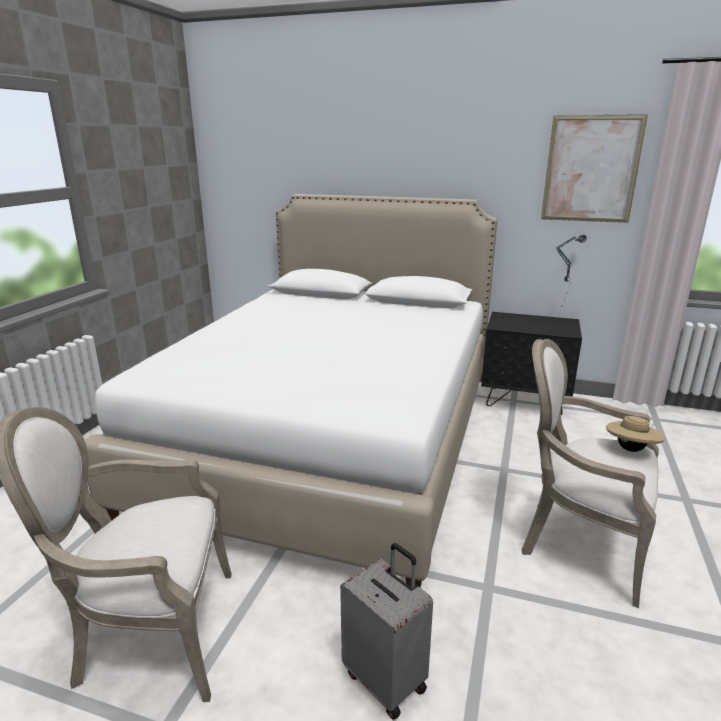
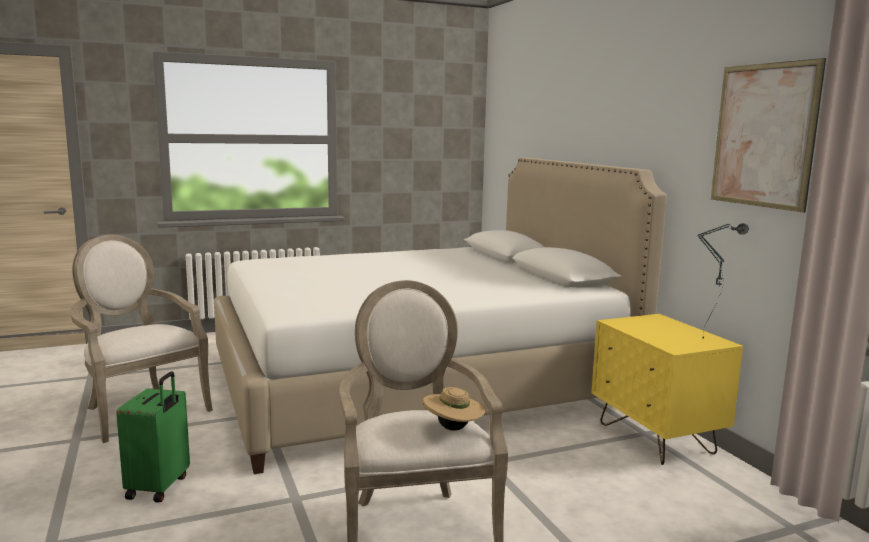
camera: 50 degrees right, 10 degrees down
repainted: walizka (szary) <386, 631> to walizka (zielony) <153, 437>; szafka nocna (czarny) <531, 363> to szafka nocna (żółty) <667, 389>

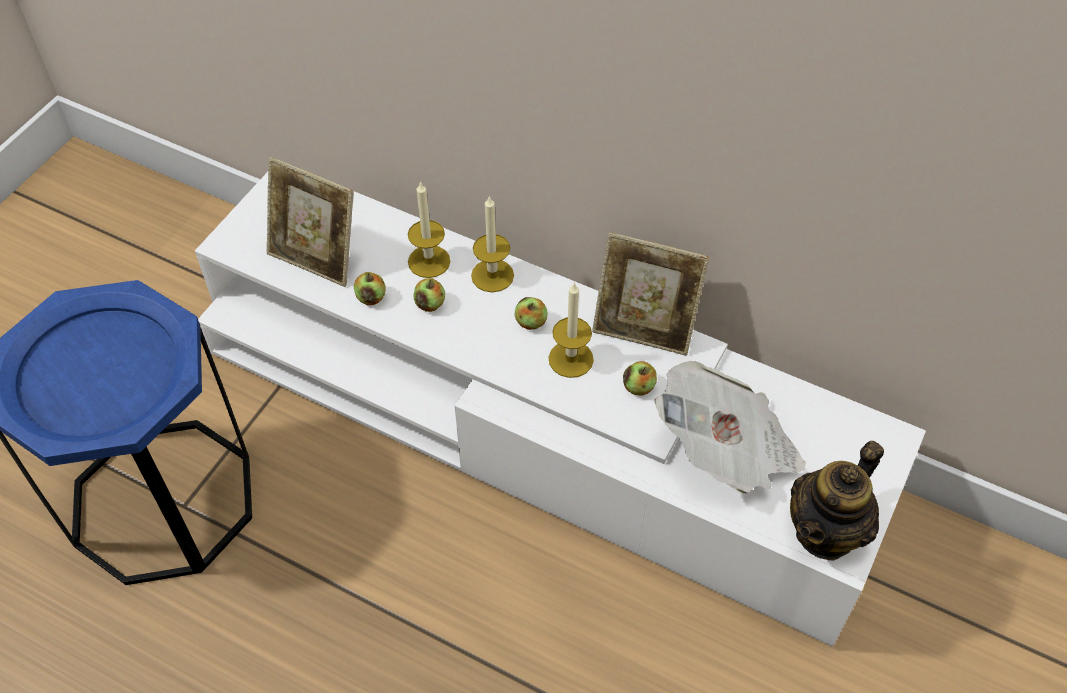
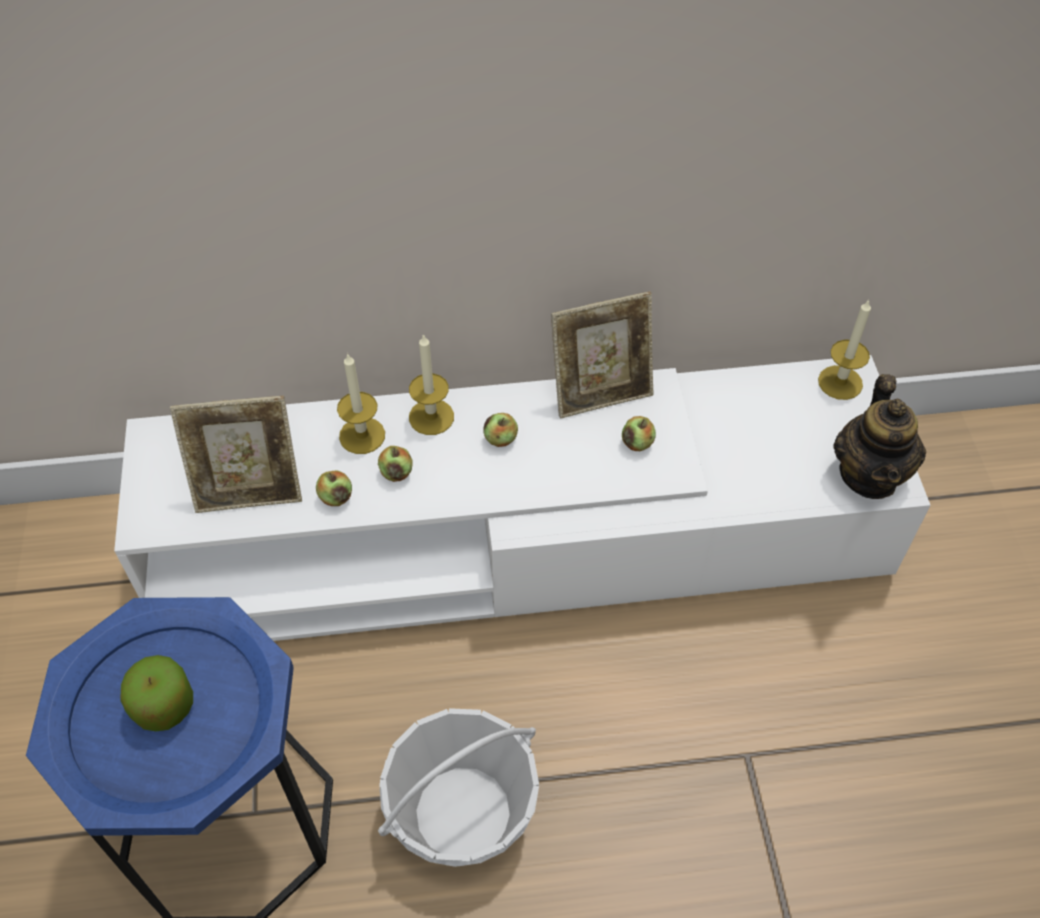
camera: 35 degrees left, 0 degrees up
gone: gazeta <730, 427>
new: jabłko <157, 693>; koszyk <458, 787>
shifted: świeca <571, 330> to <844, 349>

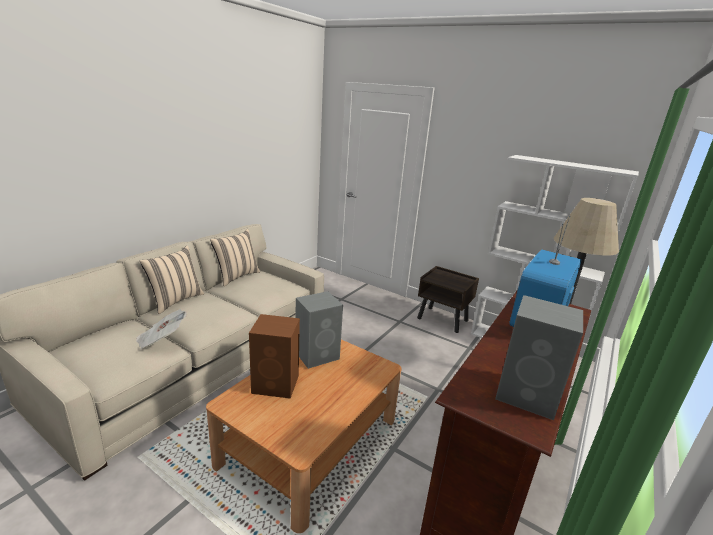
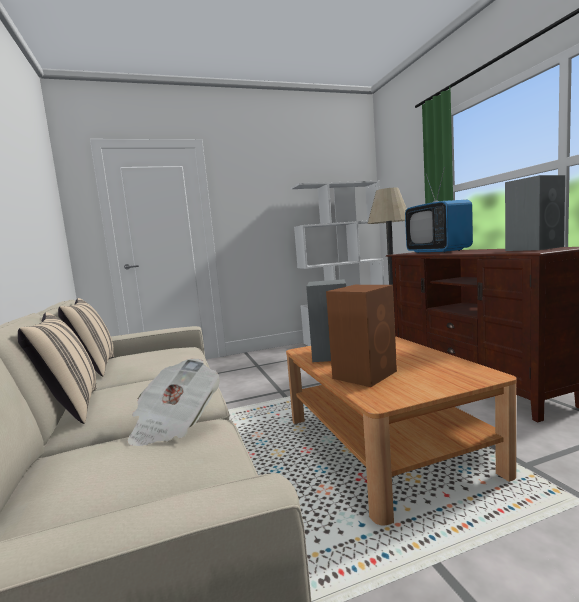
camera: 50 degrees left, 15 degrees down
gone: szafka nocna (brązowy) <448, 299>

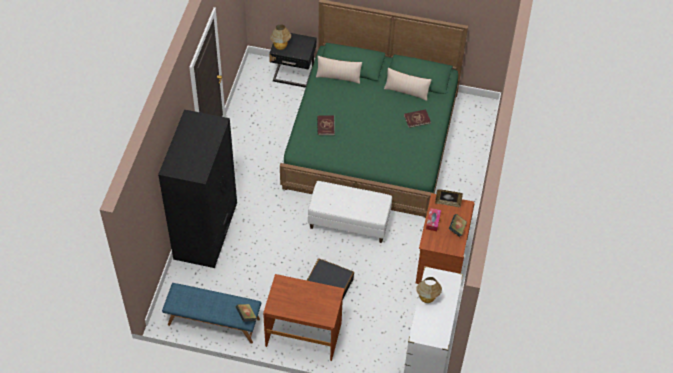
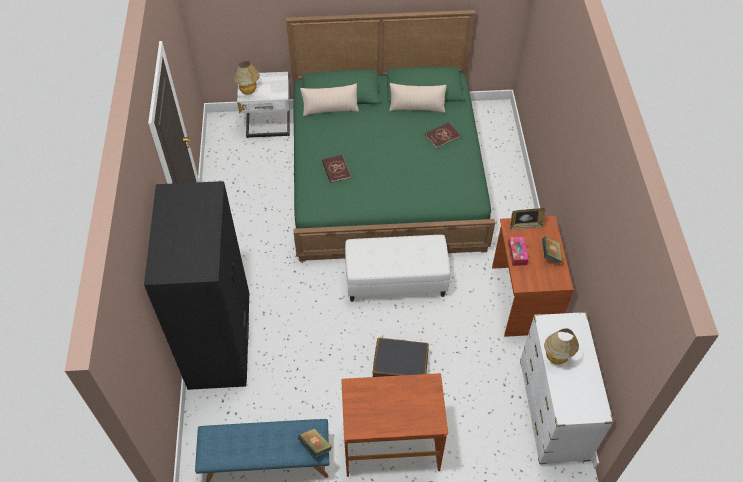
camera: 15 degrees left, 0 degrees up
repainted: szafka nocna (czarny) <292, 60> to szafka nocna (biały) <263, 105>

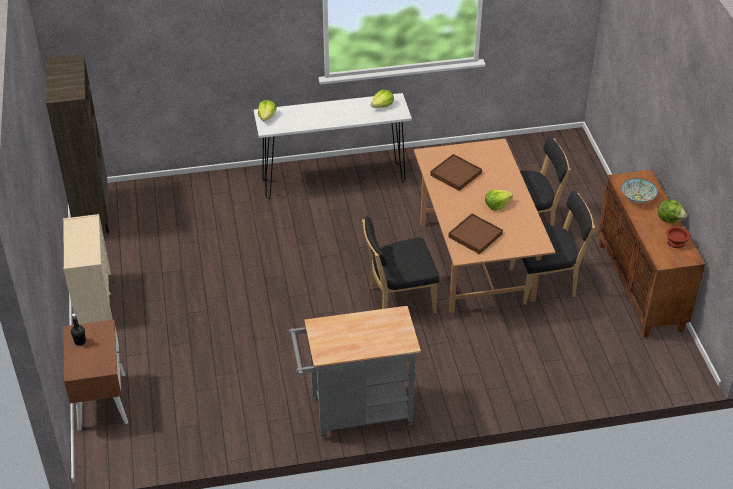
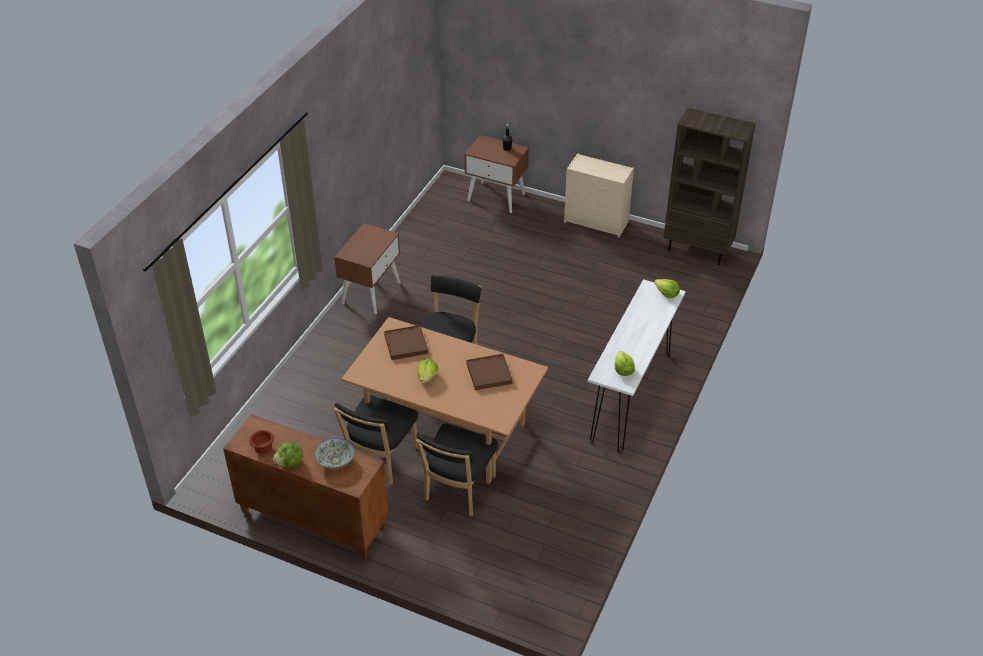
camera: 125 degrees right, 0 degrees up
swapped: wózek (szary) <355, 372> to szafka nocna (brązowy) <367, 268>

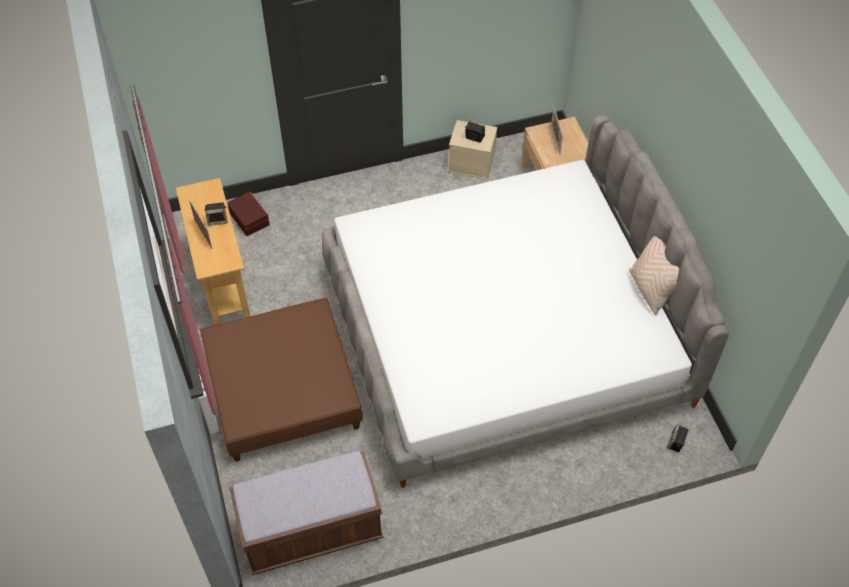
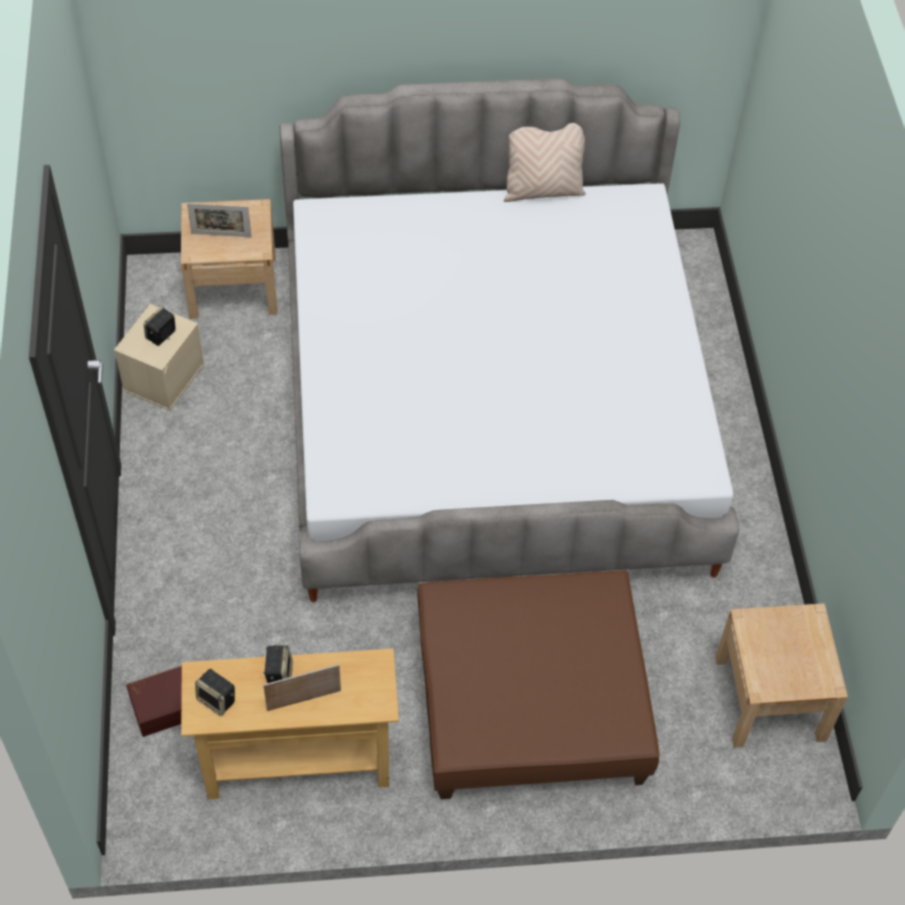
camera: 80 degrees left, 0 degrees up
shifted: głośnik <678, 438> to <215, 692>
swapped: ławka (brązowy) <306, 513> to szafka nocna (beżowy) <781, 675>

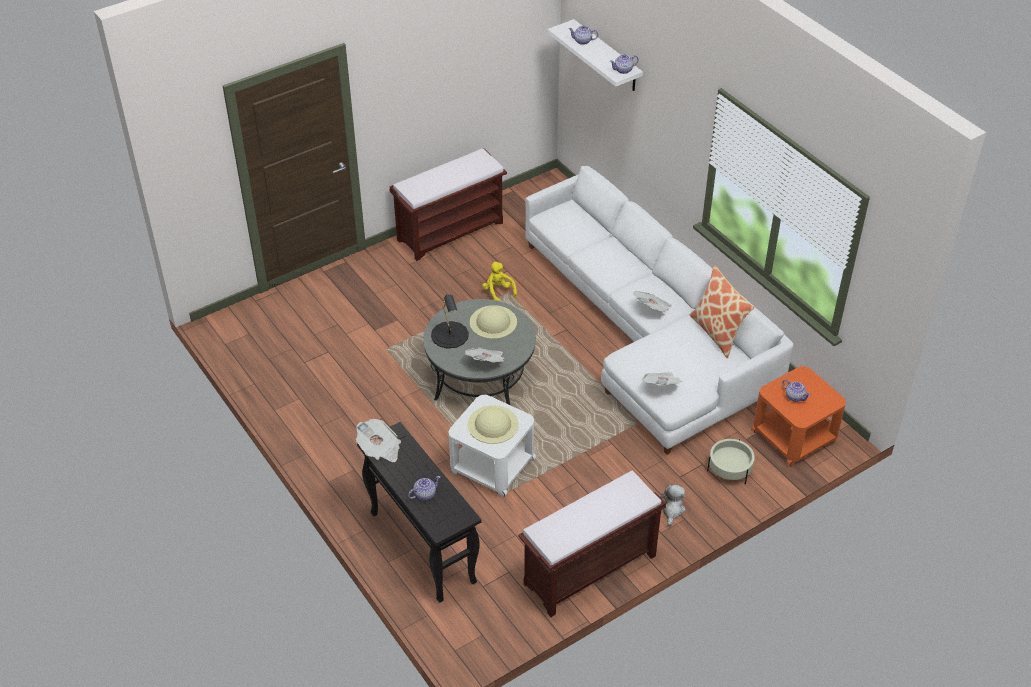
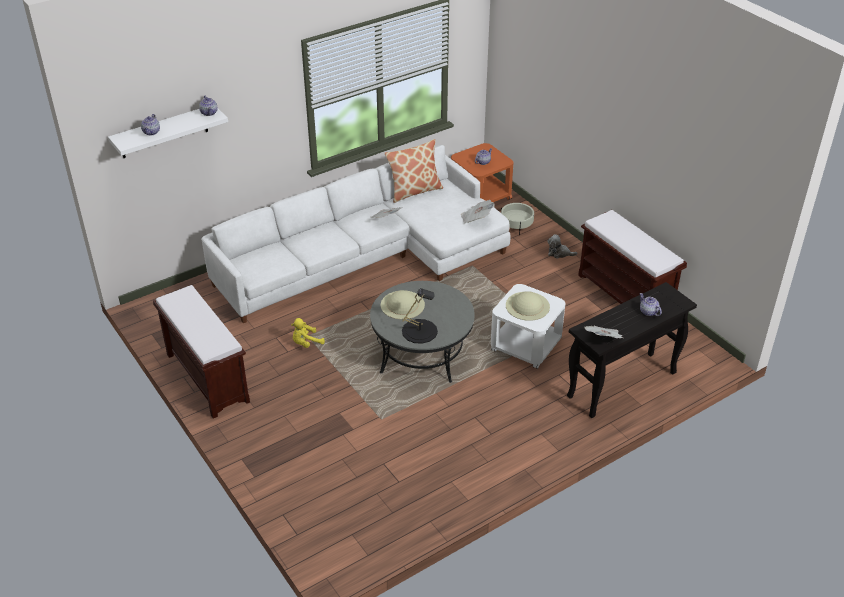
camera: 90 degrees left, 5 degrees down
gone: gazeta <484, 355>

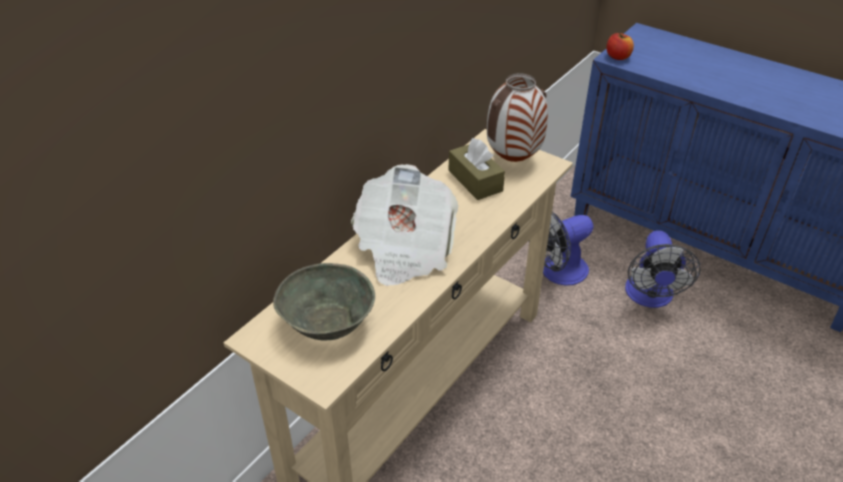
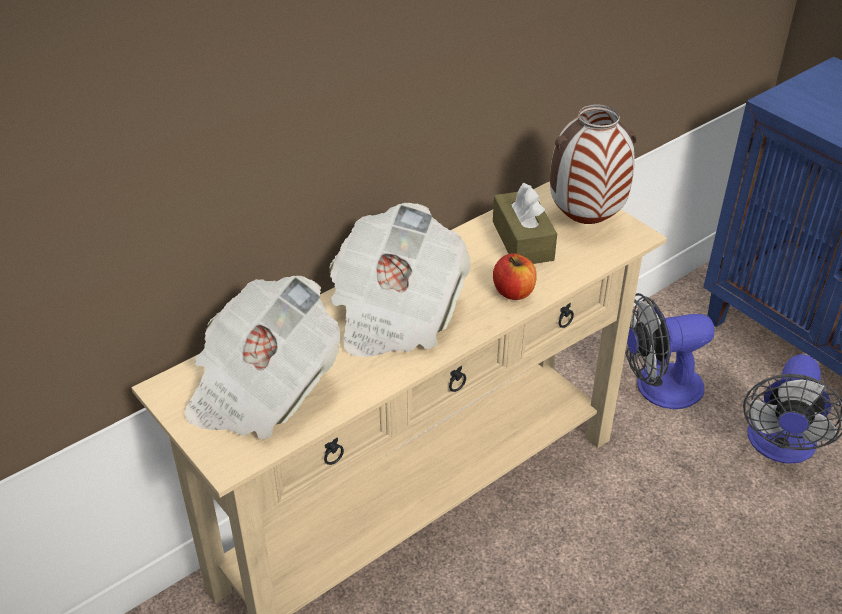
camera: 15 degrees right, 0 degrees up
shifted: jabłko <620, 46> to <515, 276>
swapped: miska (szary) <324, 302> to gazeta <262, 357>

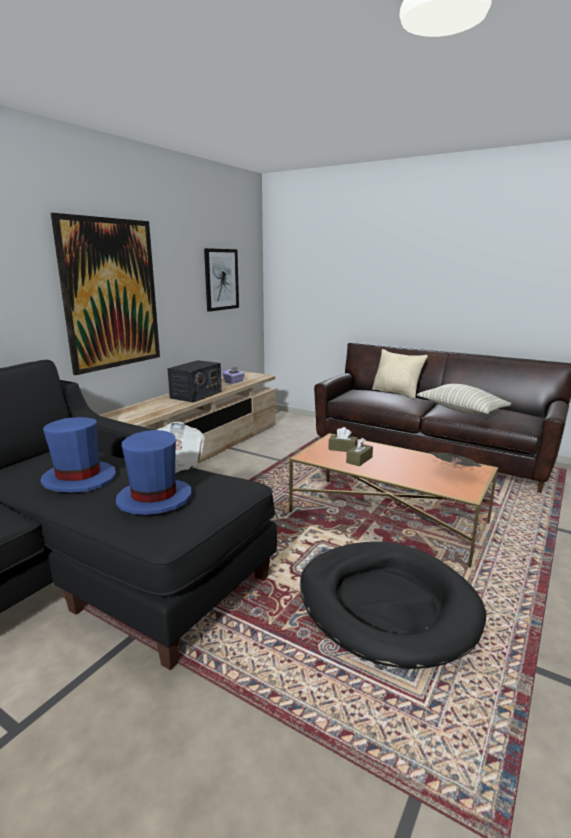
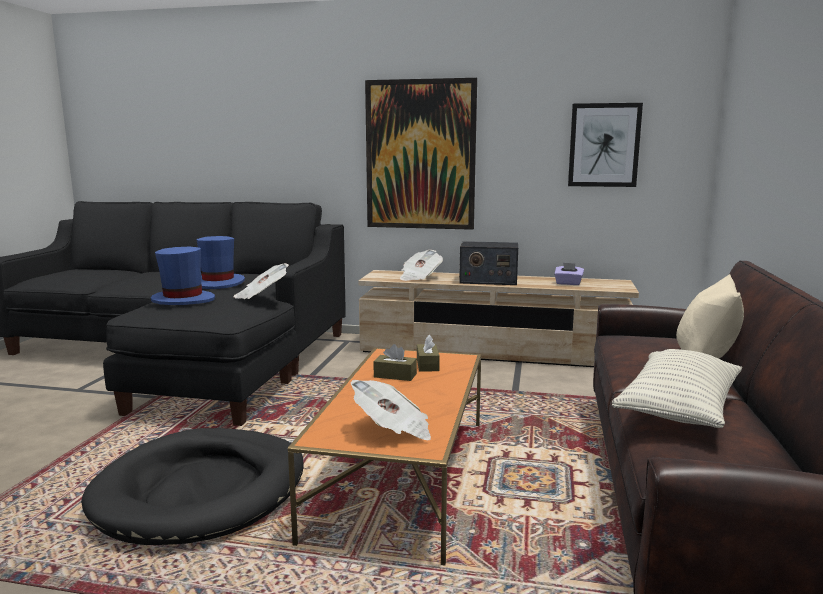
camera: 70 degrees right, 5 degrees down
new: gazeta <421, 265>

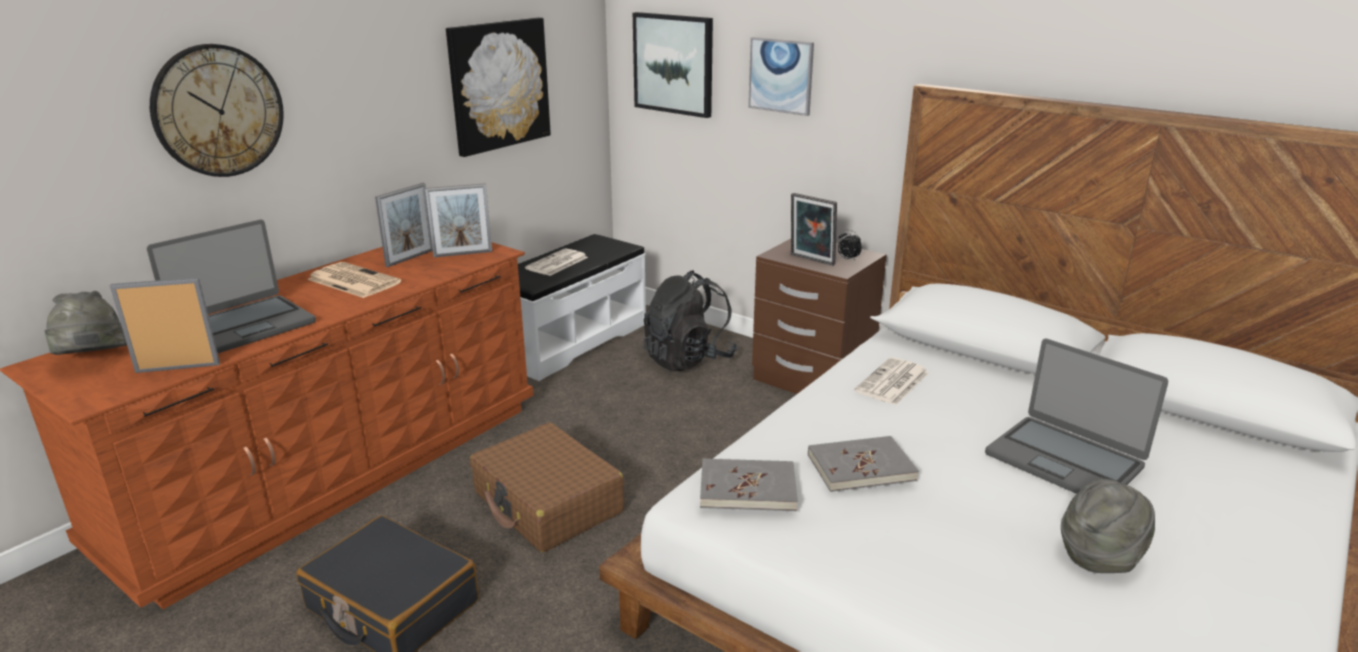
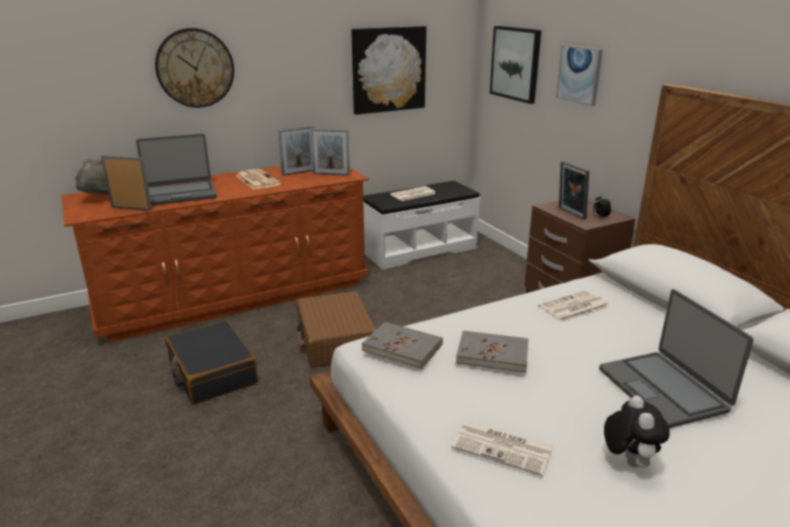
camera: 25 degrees right, 0 degrees up
gone: plecak (czarny) <690, 320>
new: gazeta <502, 448>
swapped: kapelusz (szary) <1108, 526> to pluszak <637, 431>

